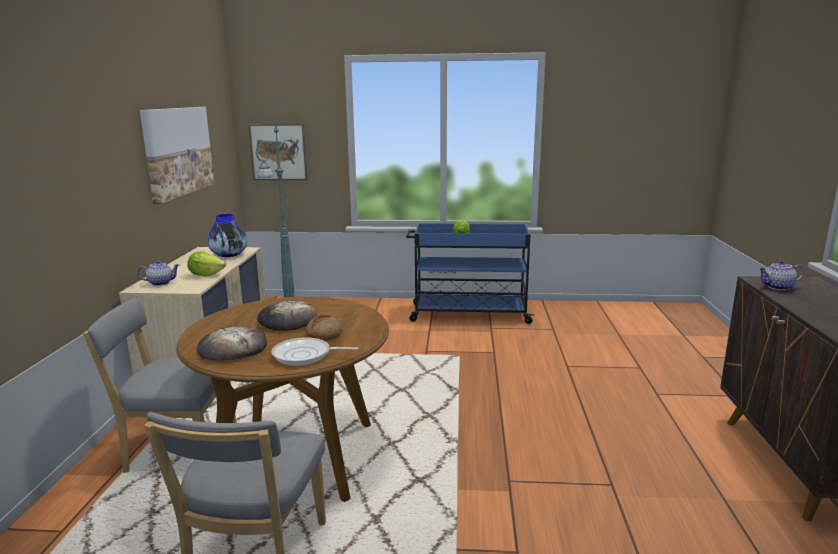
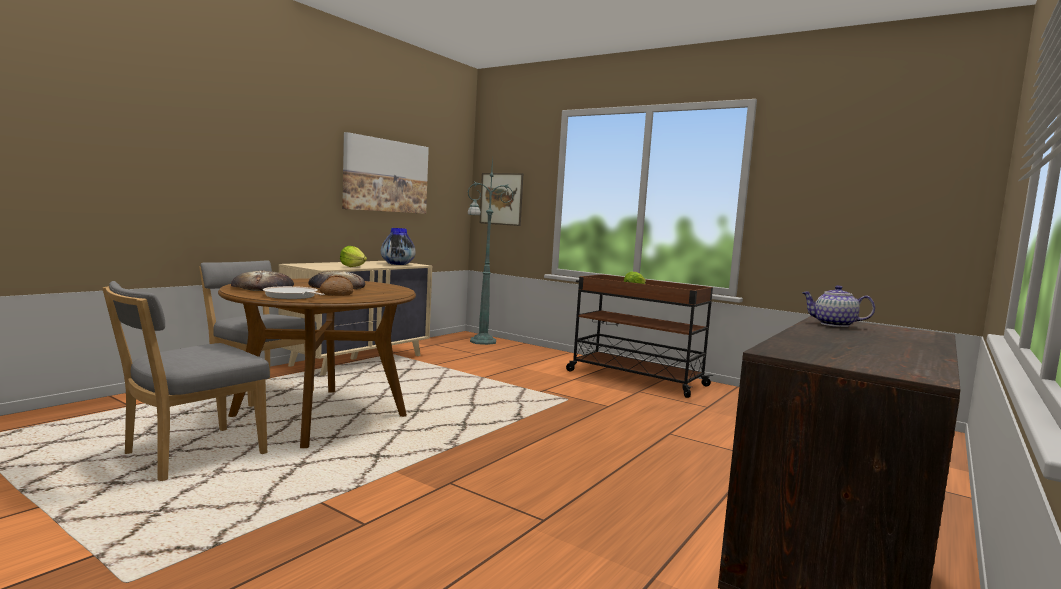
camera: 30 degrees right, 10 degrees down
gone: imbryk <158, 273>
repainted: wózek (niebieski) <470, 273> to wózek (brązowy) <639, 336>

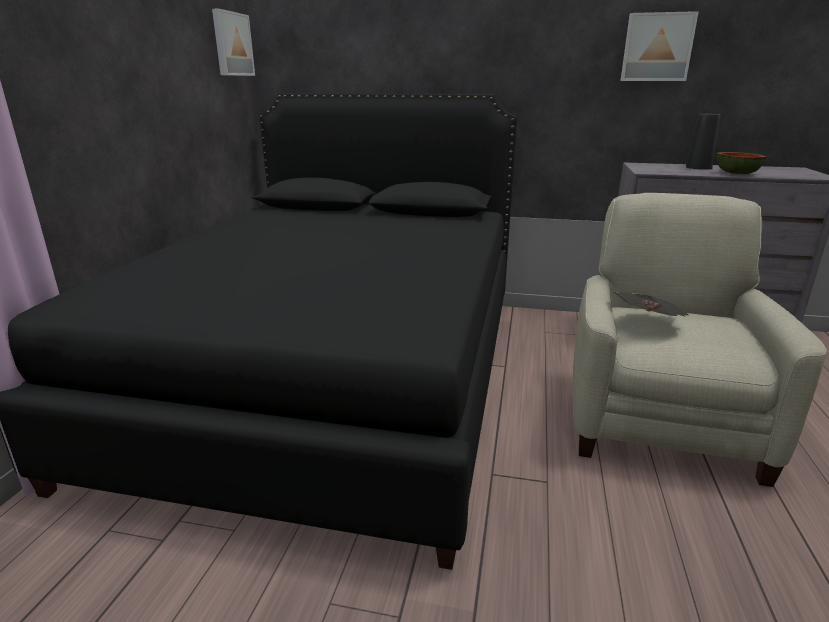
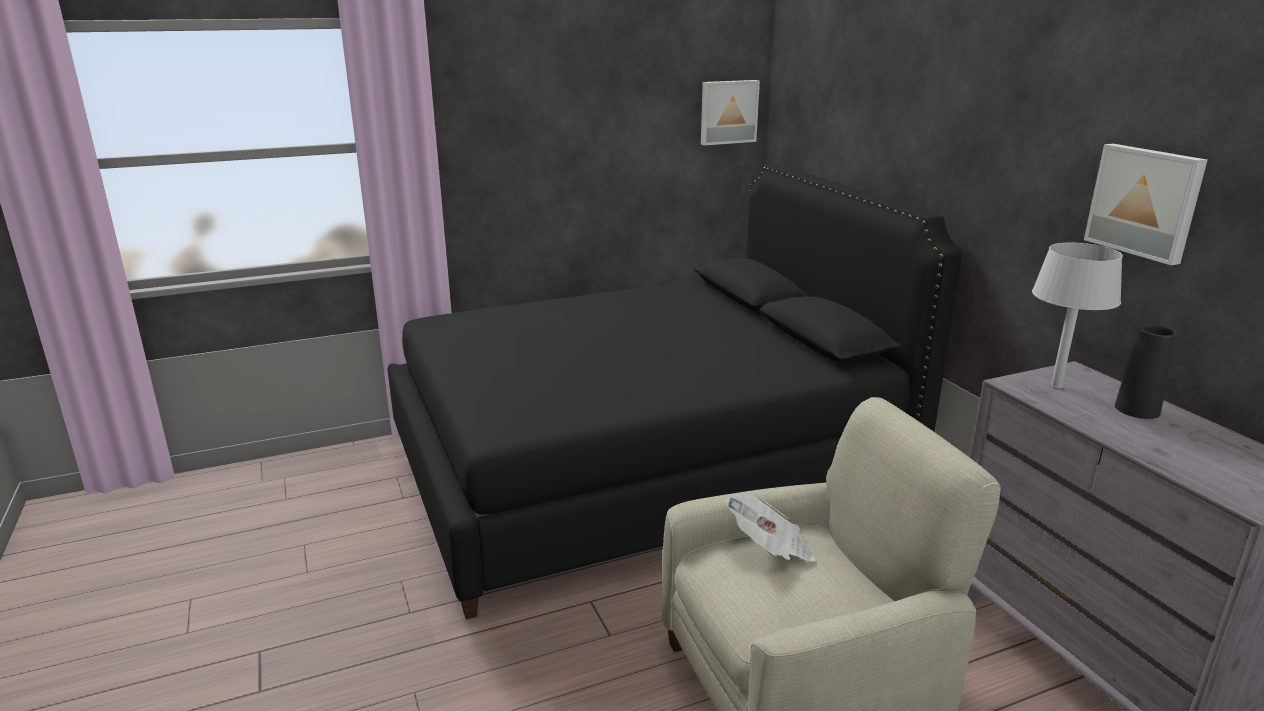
camera: 55 degrees right, 0 degrees up
gone: miska <741, 163>
new: lampa stołowa (szary) <1077, 315>

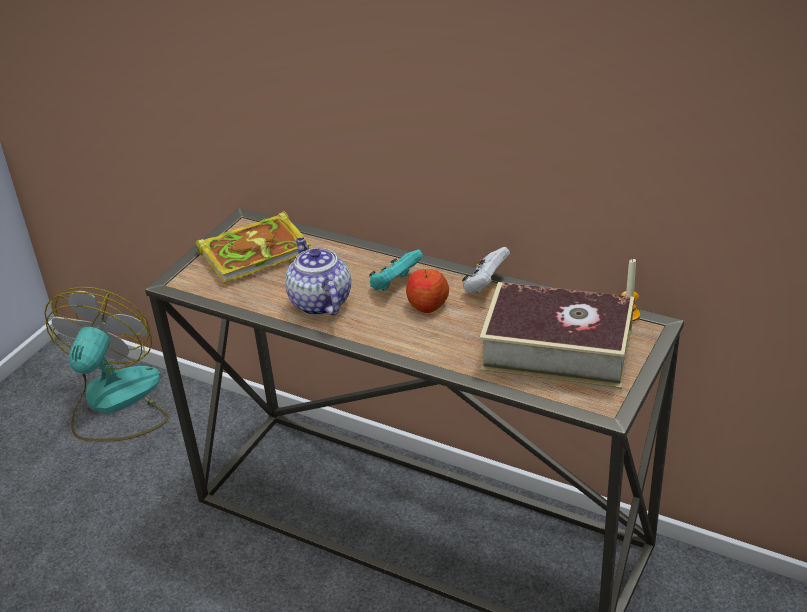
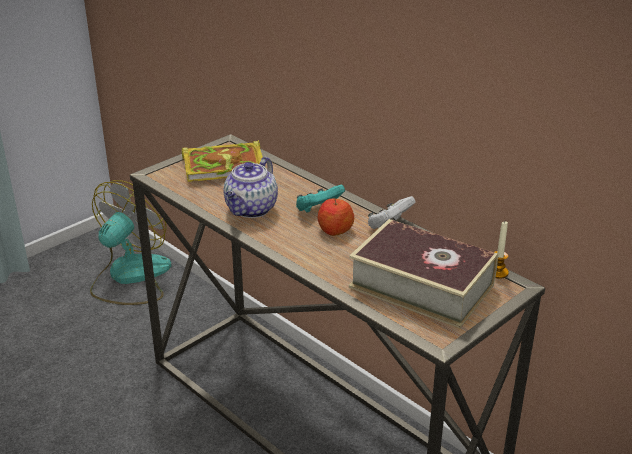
camera: 15 degrees right, 5 degrees down
rotated: imbryk <318, 276> = <250, 187> 150 degrees counterclockwise

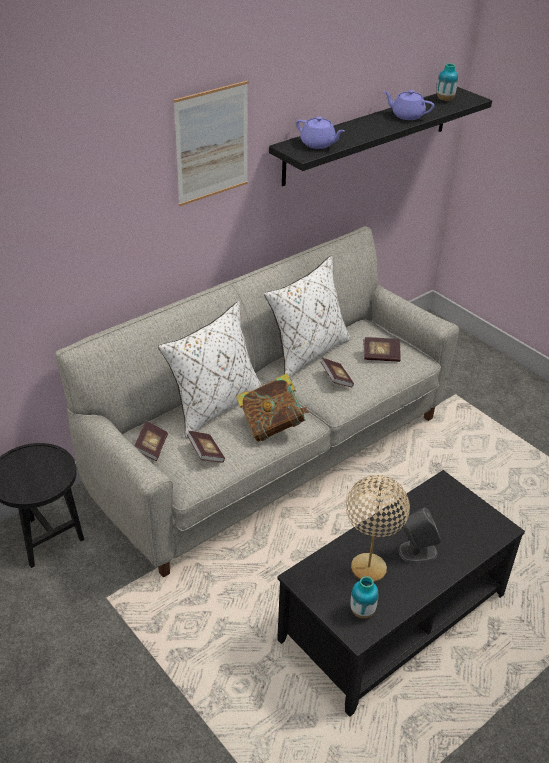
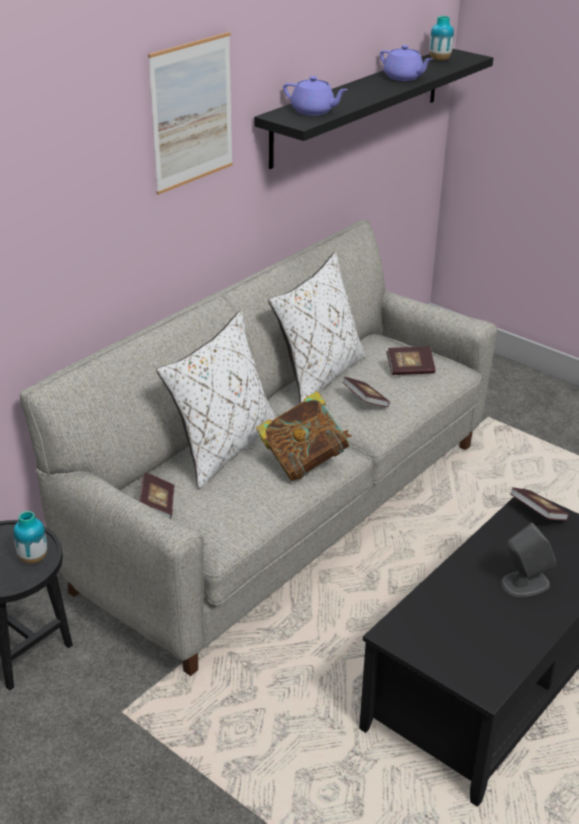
camera: 10 degrees left, 5 degrees down
gone: lampa stołowa (beżowy) <378, 528>
shifted: wazon <364, 597> to <30, 537>; książka <206, 447> to <539, 504>
rotated: imbryk (fioletowy) <408, 105> = <406, 63> 150 degrees counterclockwise

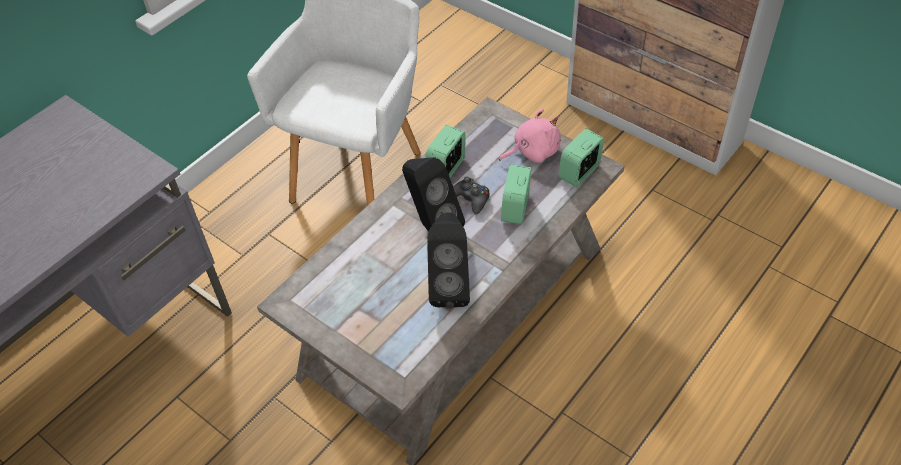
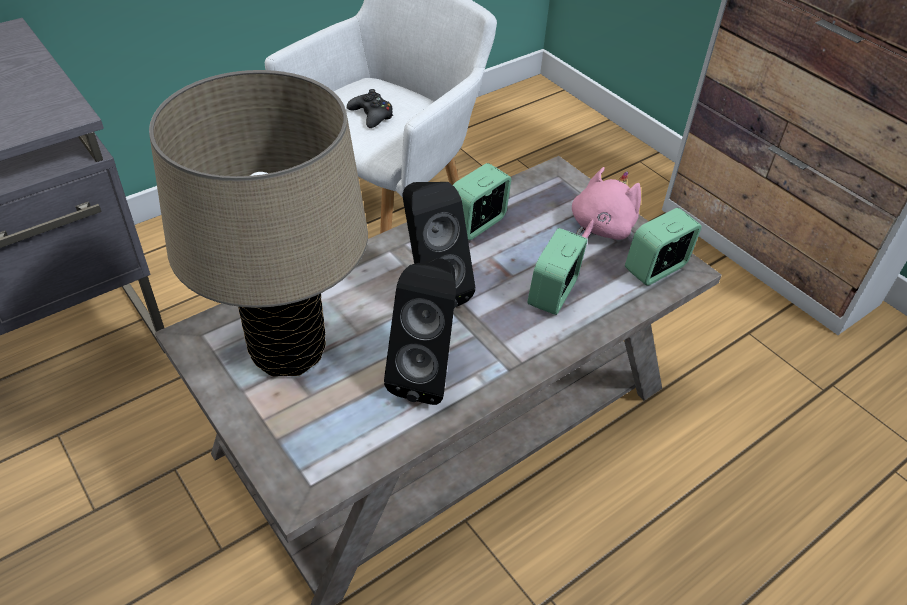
camera: 10 degrees right, 5 degrees down
new: lampa stołowa (beżowy) <258, 223>
shifted: pad do gier (czarny) <471, 195> to <370, 108>
rotated: pluszak (różowy) <530, 136> = <606, 203> 45 degrees counterclockwise

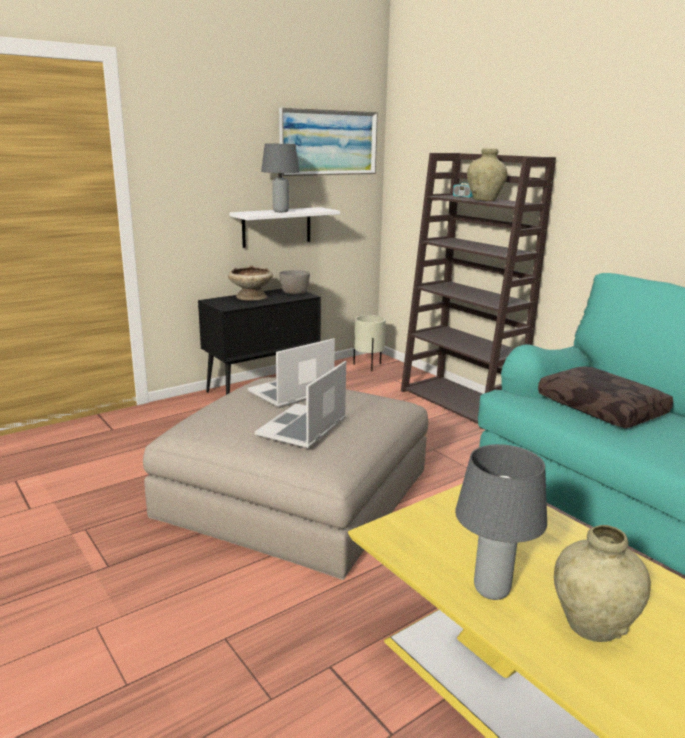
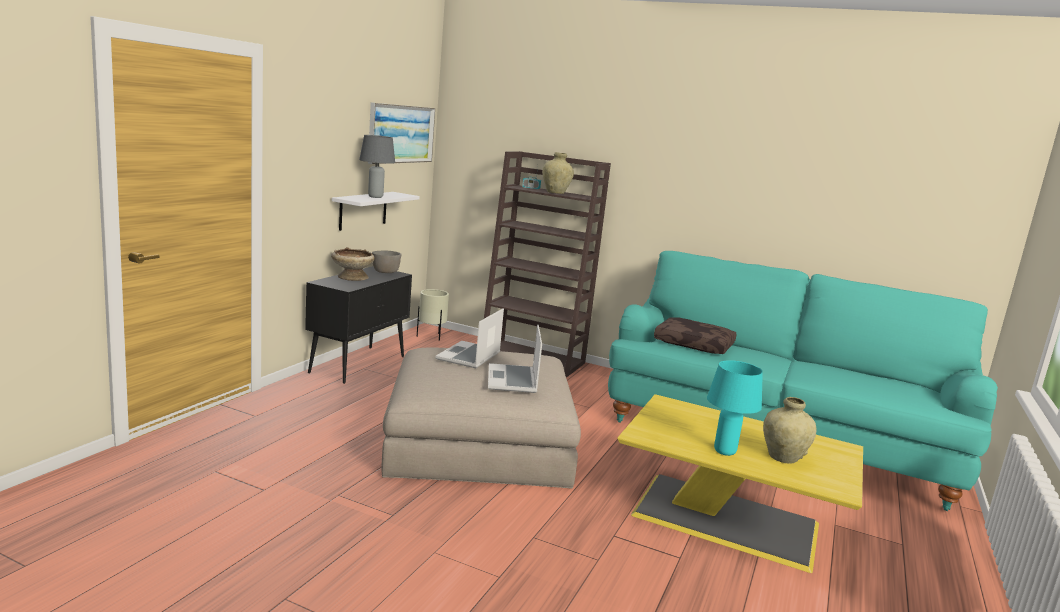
camera: 30 degrees left, 5 degrees down
repainted: lampa stołowa (szary) <501, 522> to lampa stołowa (turkusowy) <735, 408>

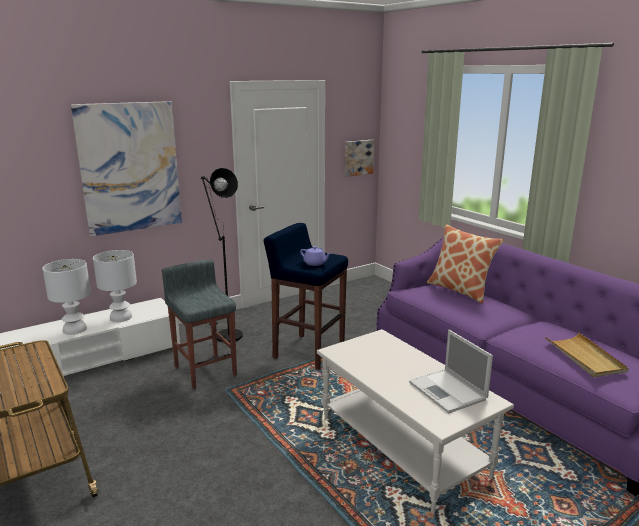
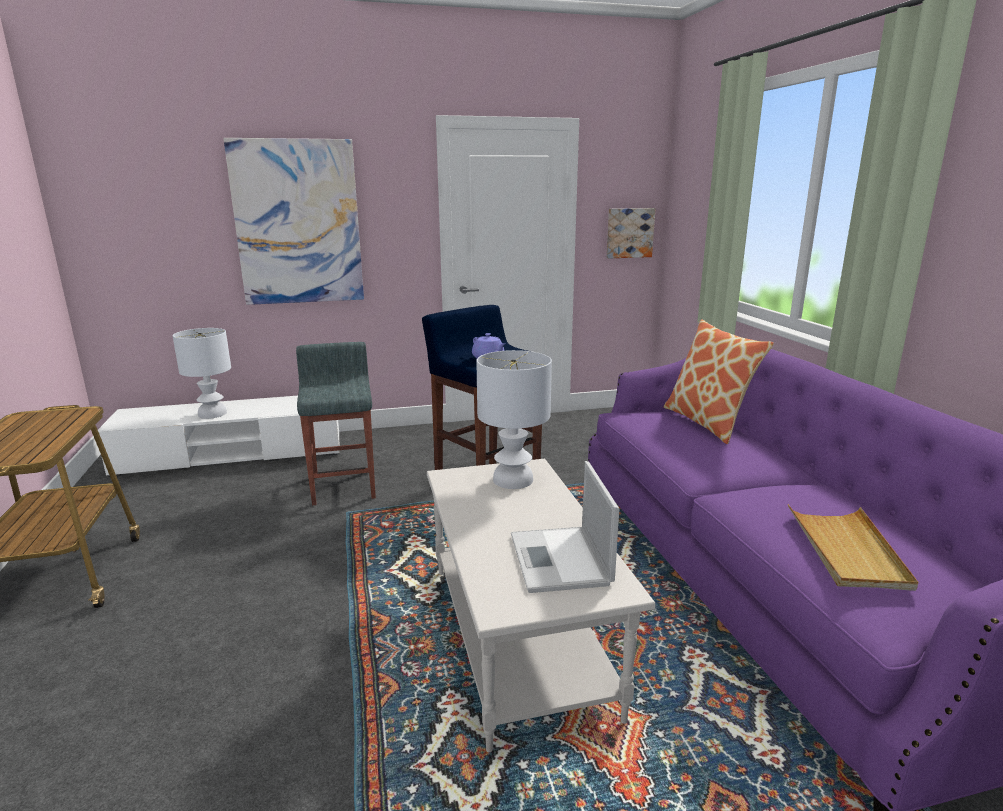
camera: 20 degrees right, 0 degrees up
gone: lampa stojąca (czarny) <222, 255>
shifted: lampa stołowa (biały) <115, 286> to <514, 419>

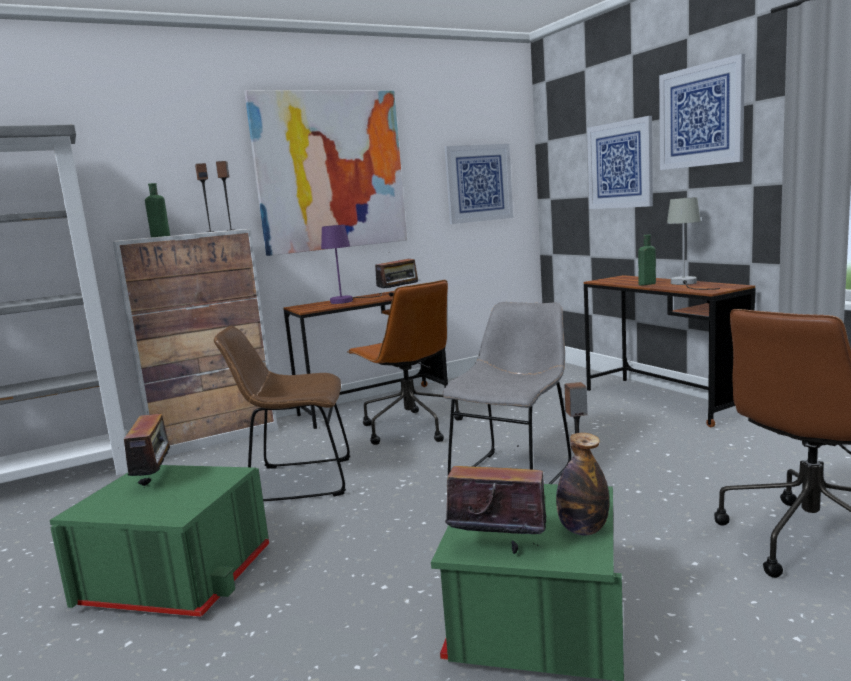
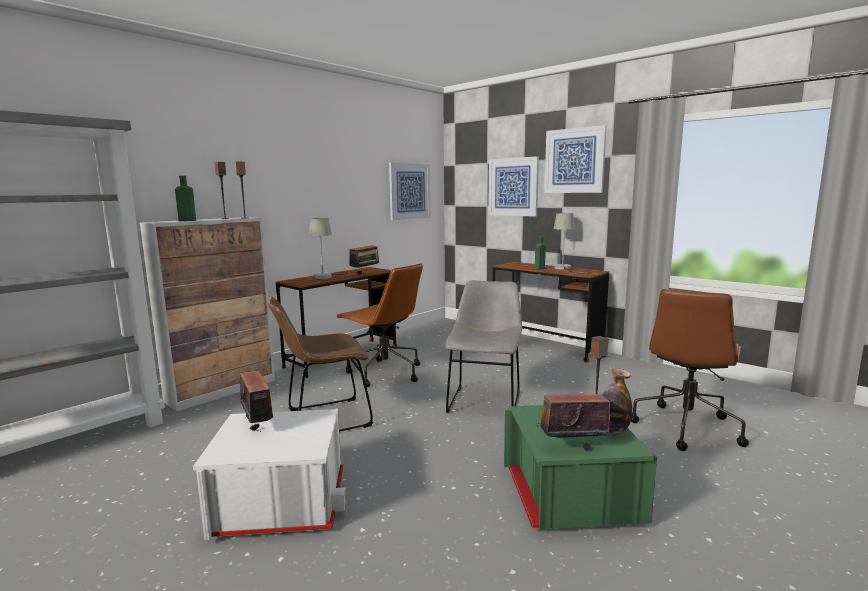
camera: 20 degrees left, 0 degrees up
gone: obraz <325, 173>
repainted: pojemnik do przechowywania (zielony) <159, 541> to pojemnik do przechowywania (biały) <269, 474>; lampa stołowa (fioletowy) <351, 264> to lampa stołowa (szary) <329, 248>

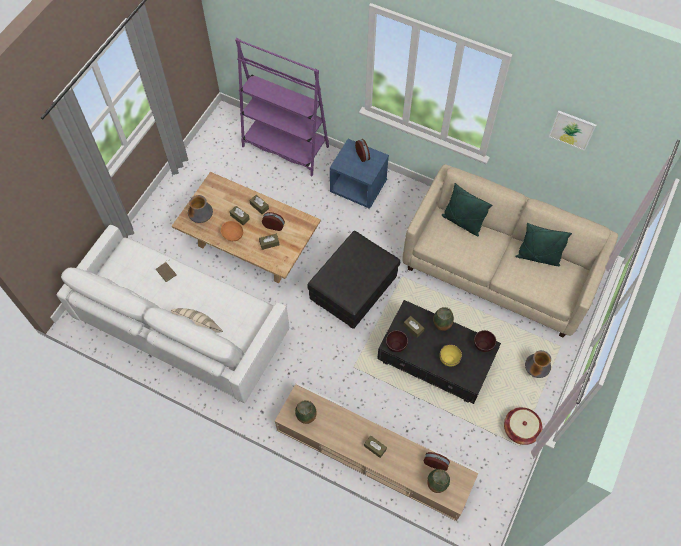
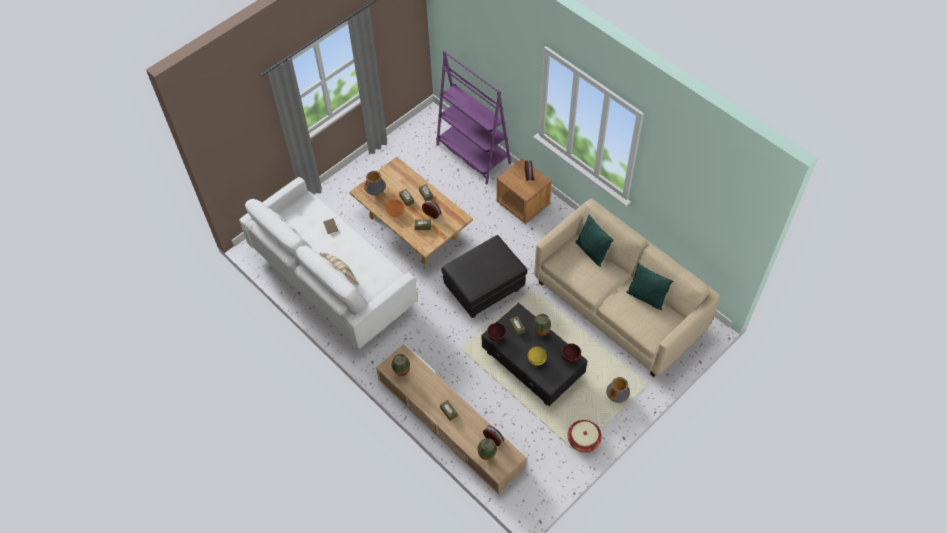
camera: 20 degrees right, 5 degrees down
gone: obraz <572, 131>
repainted: szafka nocna (niebieski) <359, 174> to szafka nocna (brązowy) <524, 191>

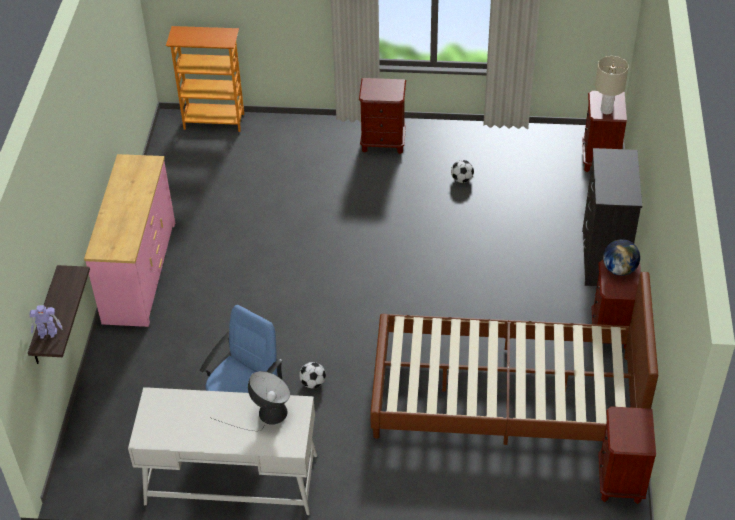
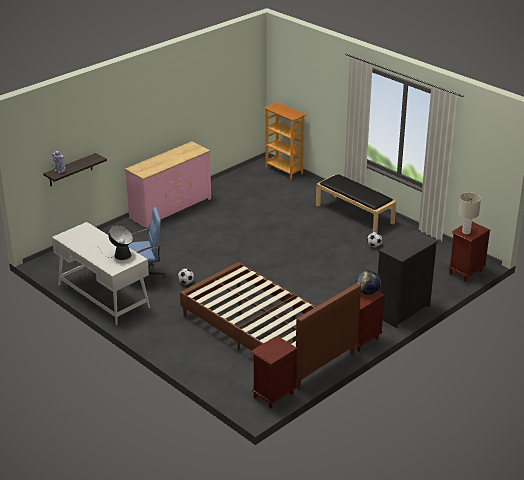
camera: 40 degrees right, 15 degrees down
swapped: szafka nocna (brązowy) <382, 116> to ławka (czarny) <356, 203>

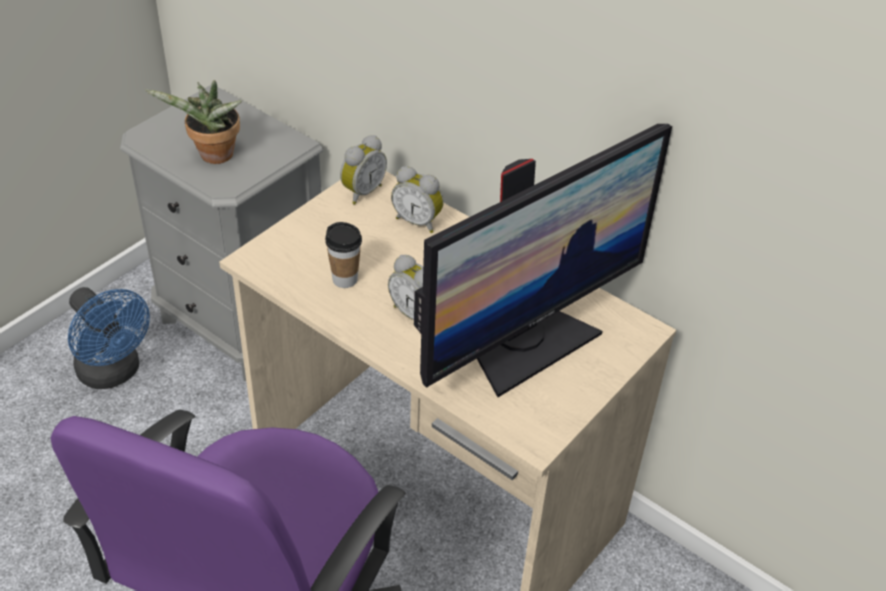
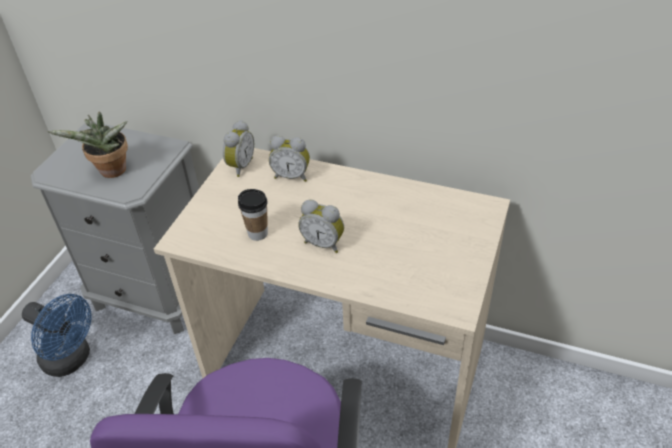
camera: 15 degrees left, 0 degrees up
gone: monitor <543, 260>

